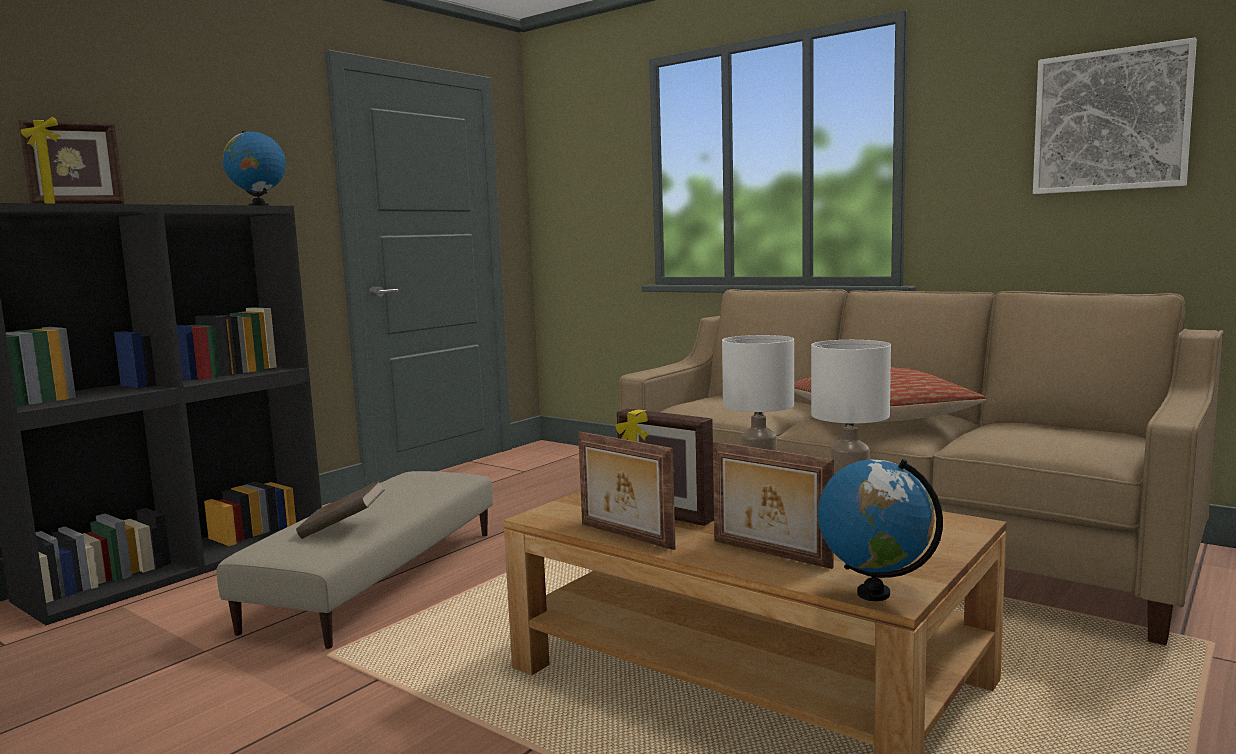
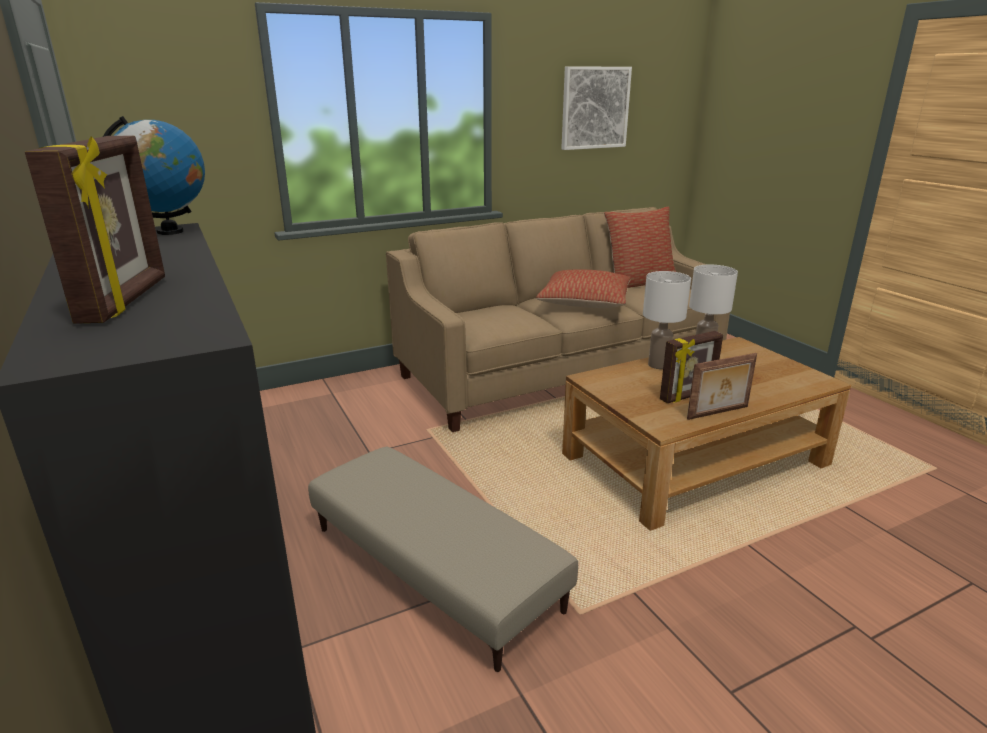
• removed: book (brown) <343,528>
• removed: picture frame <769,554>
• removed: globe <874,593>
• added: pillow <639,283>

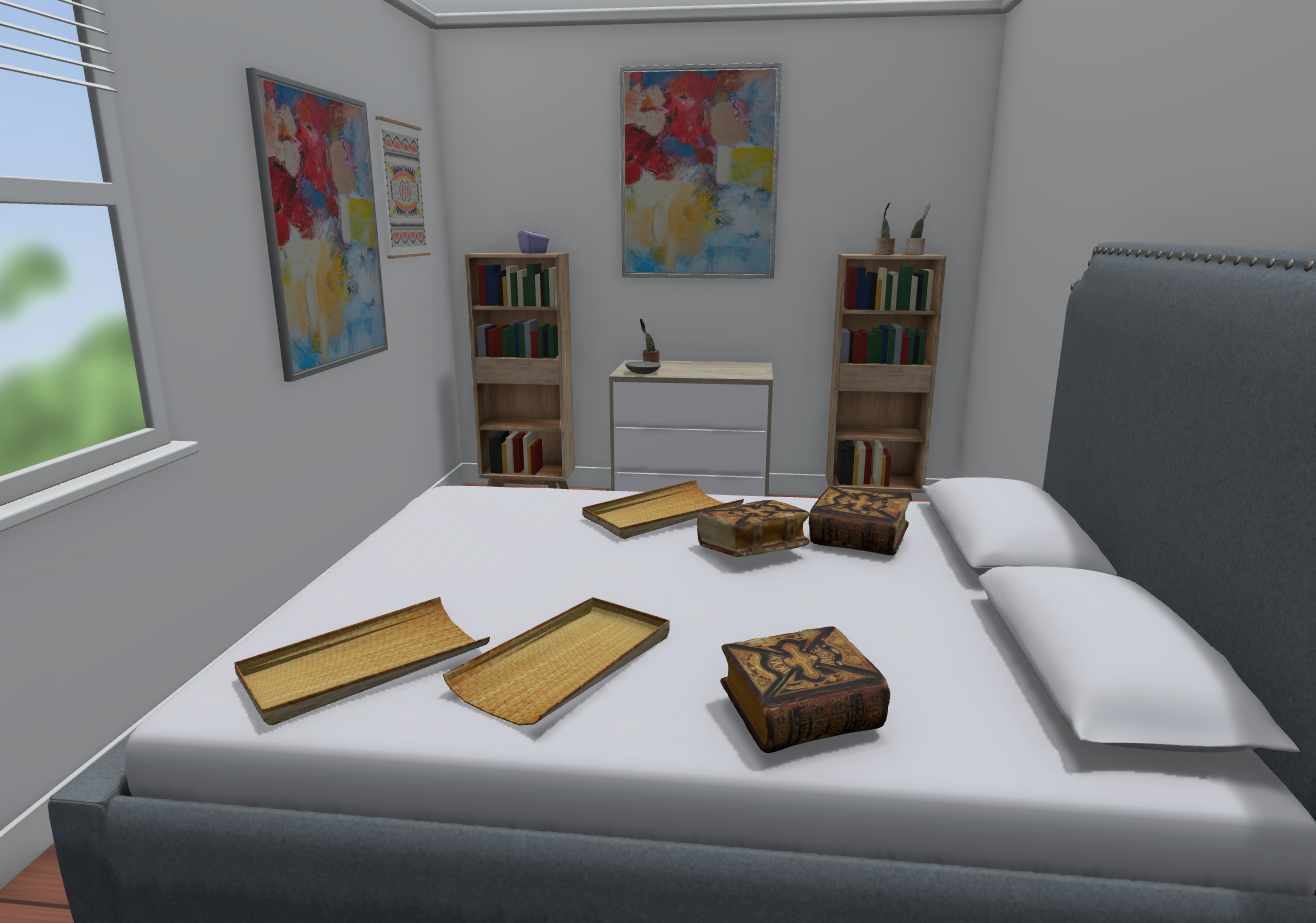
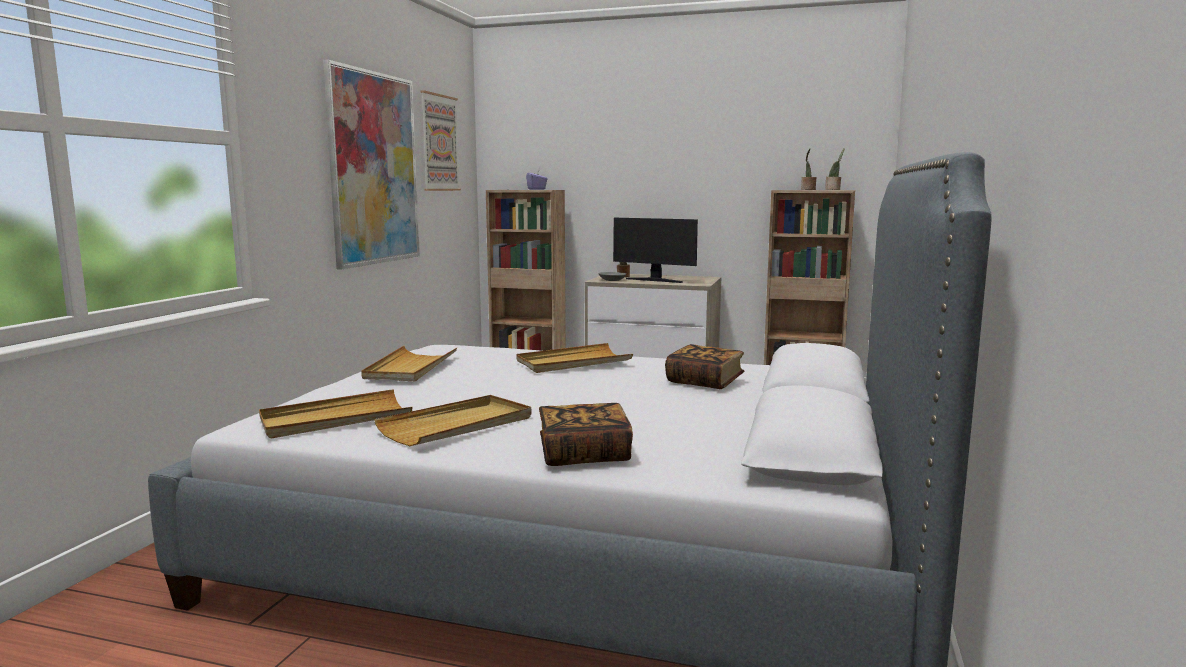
• removed: picture <698,175>
• removed: book <752,550>
• added: tray (beige) <410,368>
• added: monitor <654,280>

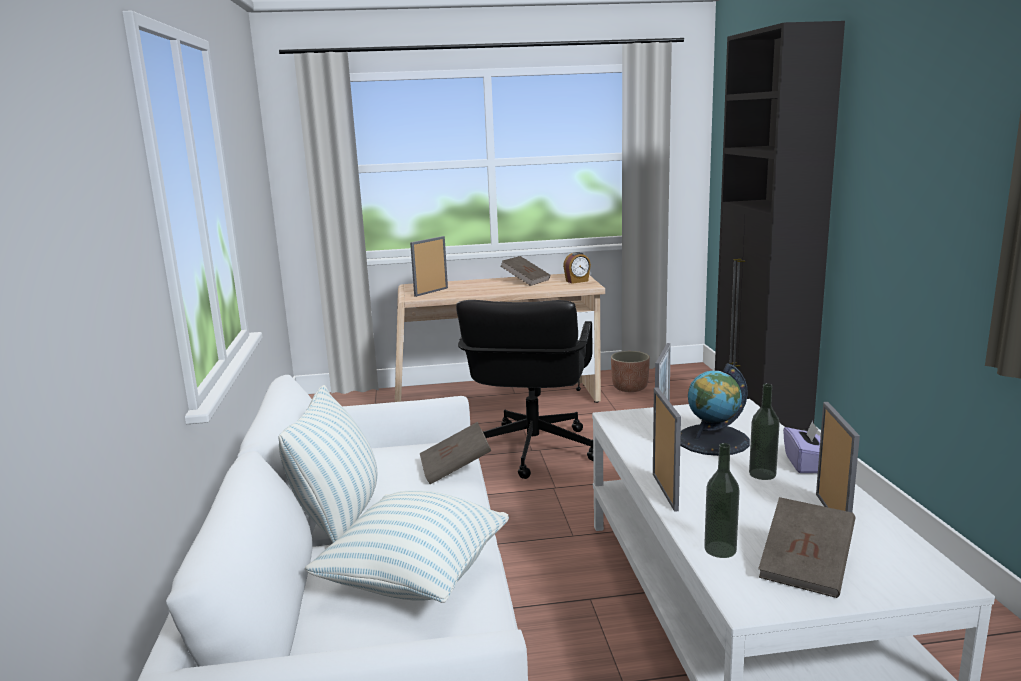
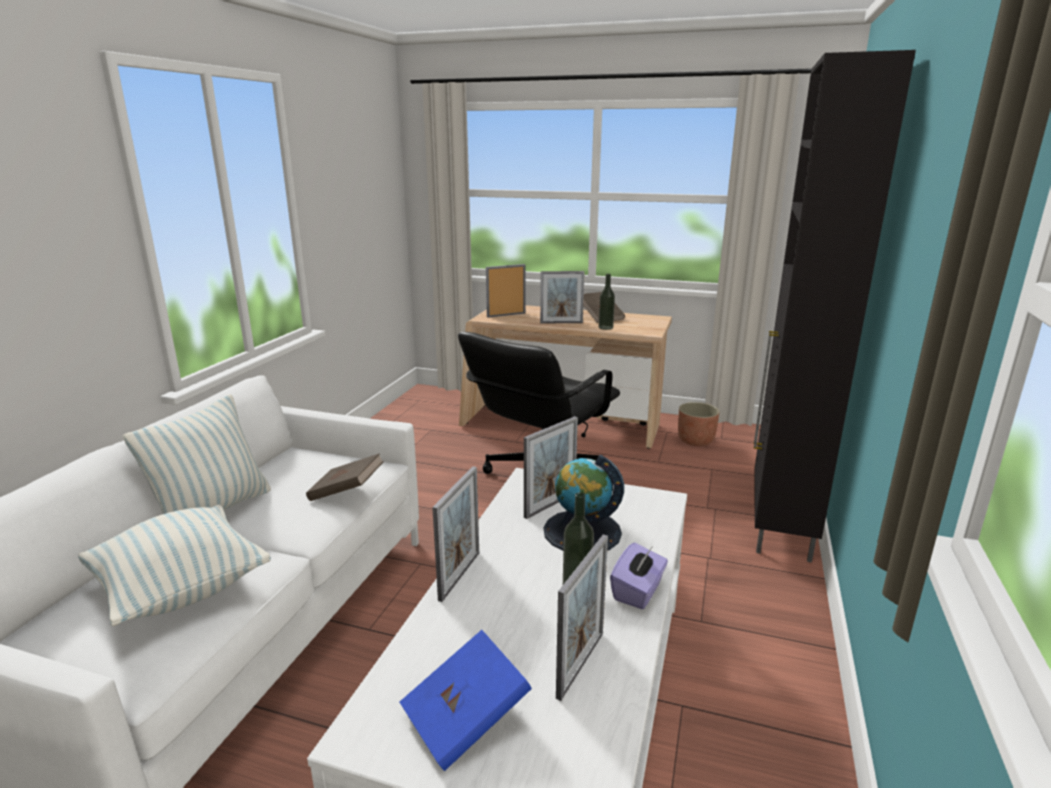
• removed: alarm clock <577,281>
• moved: bottle <720,549> to <605,327>
• recoloured: book (brown) <805,567> to book (blue) <466,719>
• added: picture frame <561,323>

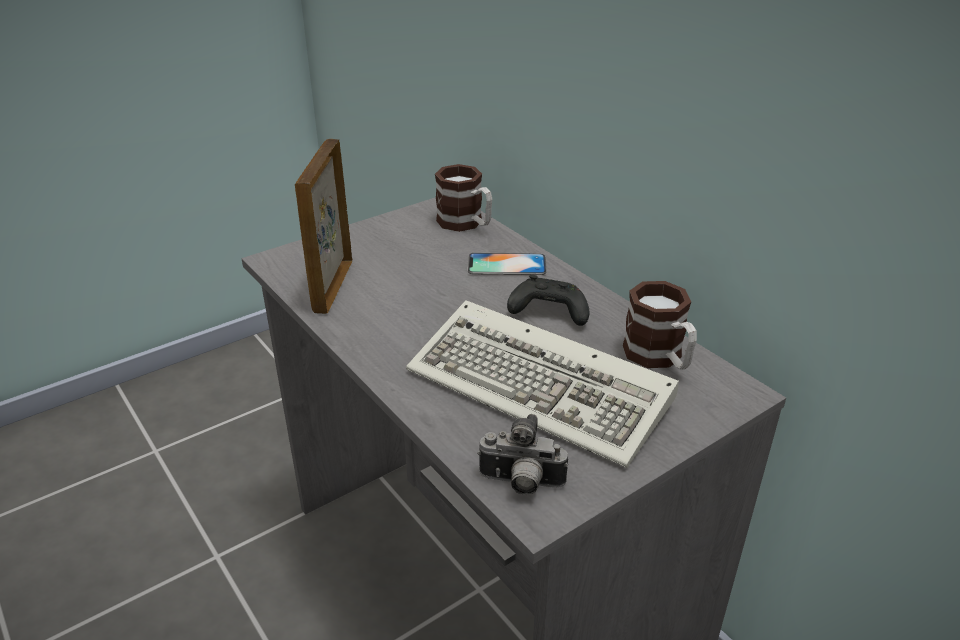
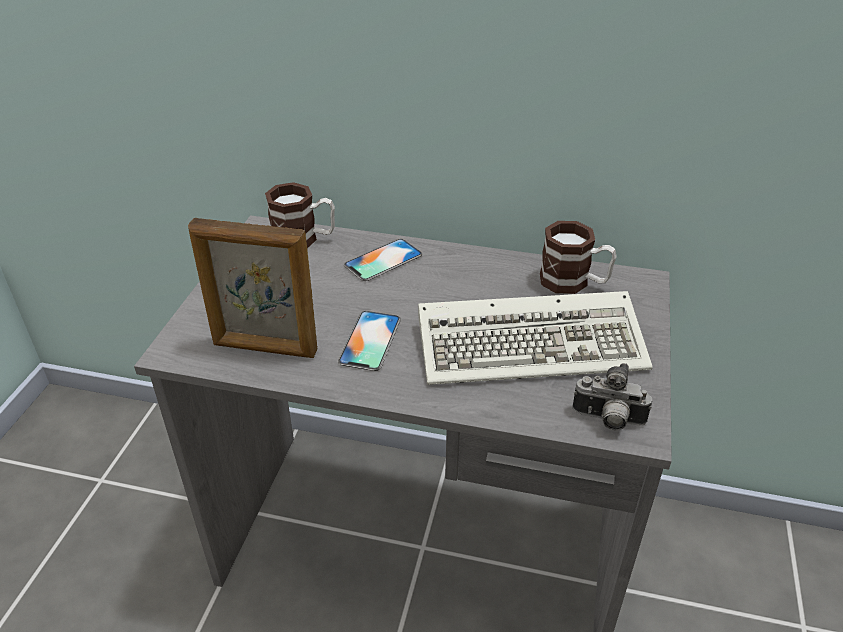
• turned: picture frame <332,286> = <265,348> 45 degrees counterclockwise
• turned: photo camera <520,484> = <608,421> 45 degrees clockwise
• removed: game controller (black) <547,312>
• added: phone <370,340>

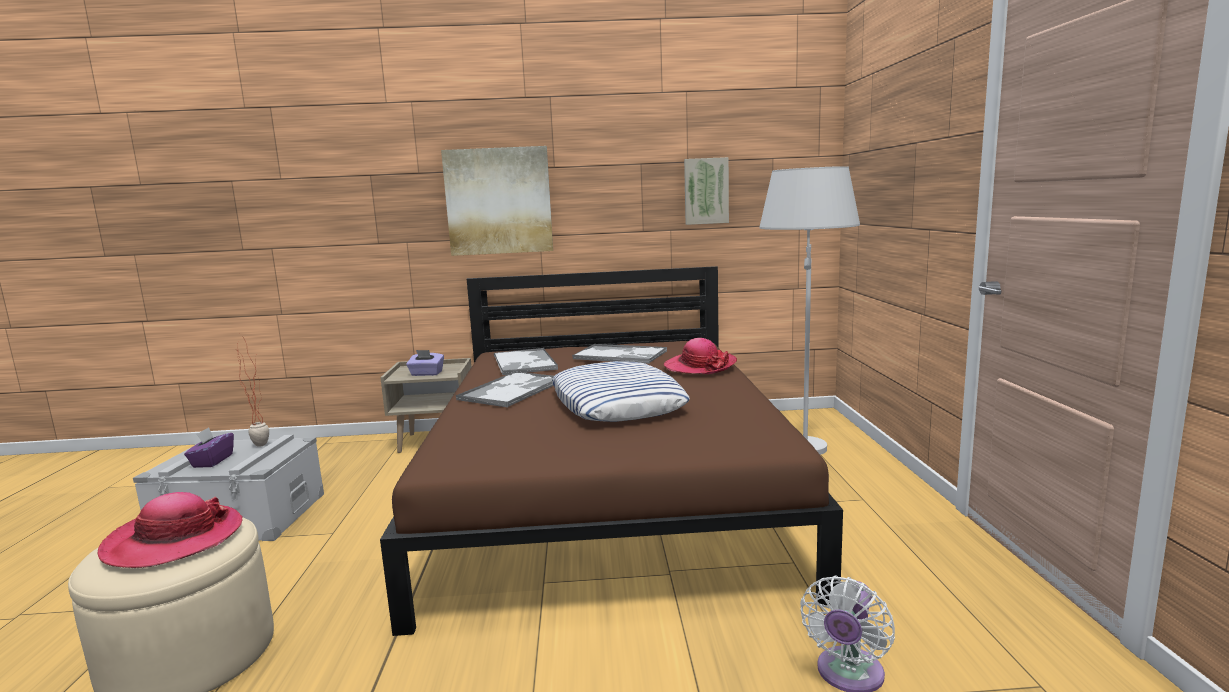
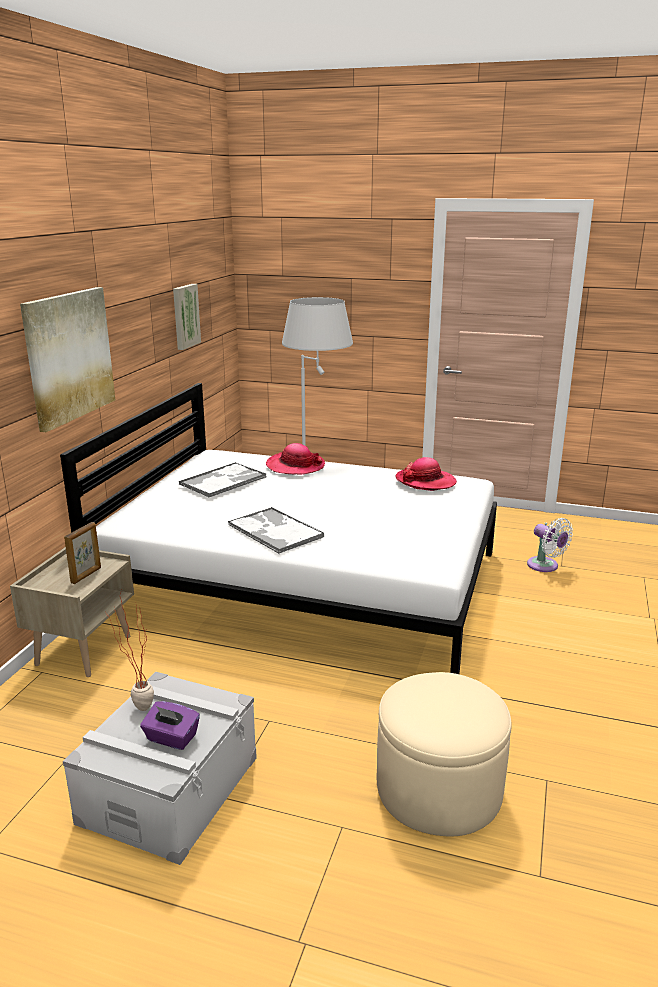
• moved: hat <174,540> to <425,481>
• recoloured: bed (brown) <608,490> to bed (white) <304,582>
• replaced: tissue box (purple) <426,374> to picture frame <86,575>
• removed: tray <524,363>
• removed: pillow <617,403>

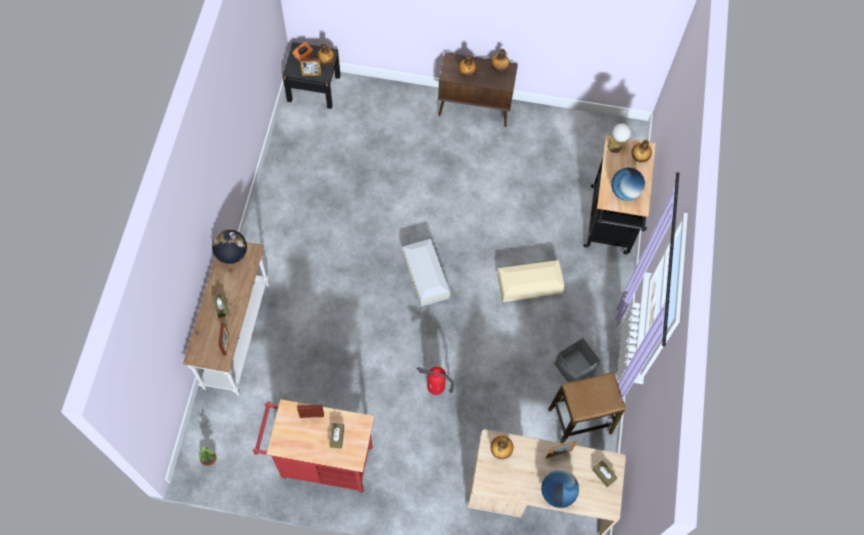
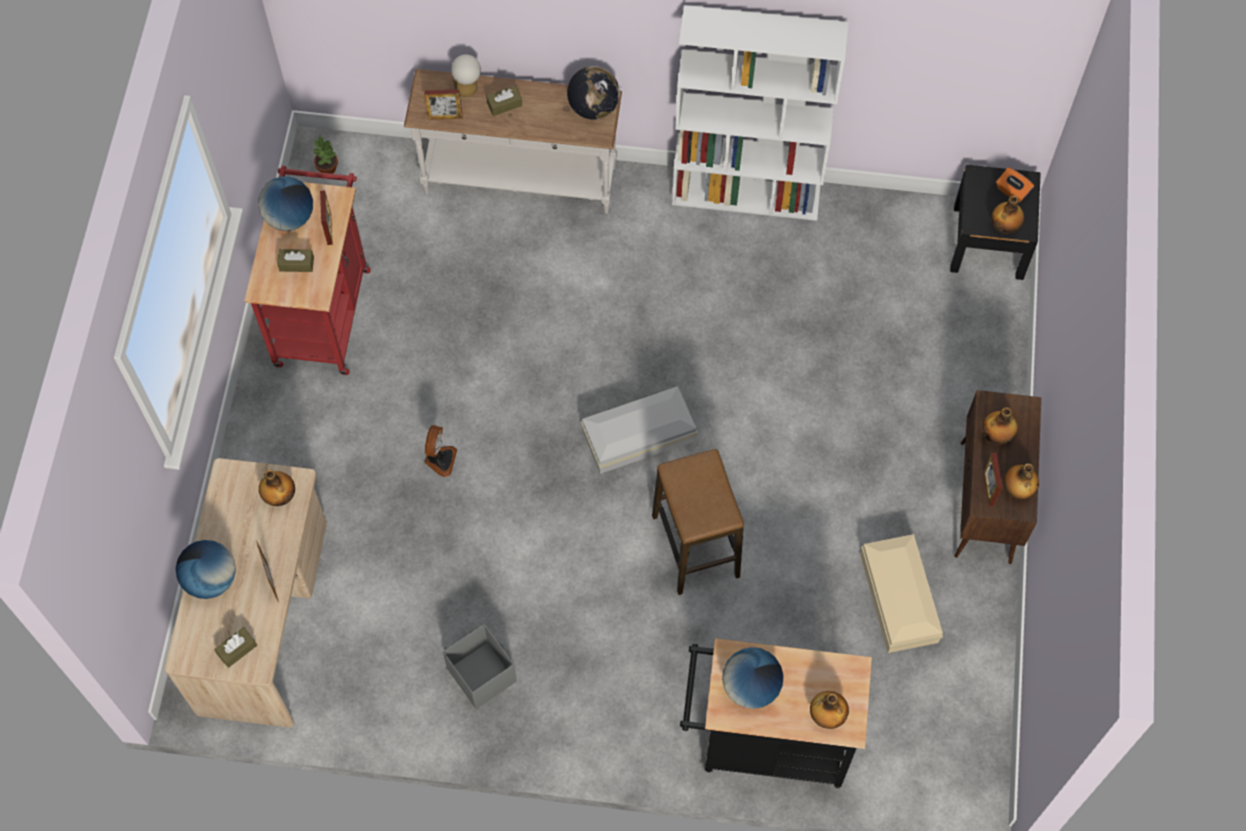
• moved: picture frame <312,74> to <988,488>
• replaced: fire extinguisher <435,389> to fan <439,459>
• moved: storage box (beige) <531,285> to <898,600>
• moved: stool <580,421> to <696,546>
• moved: table lamp <616,146> to <467,90>
• added: globe <290,217>
• added: bookcase (white) <747,195>

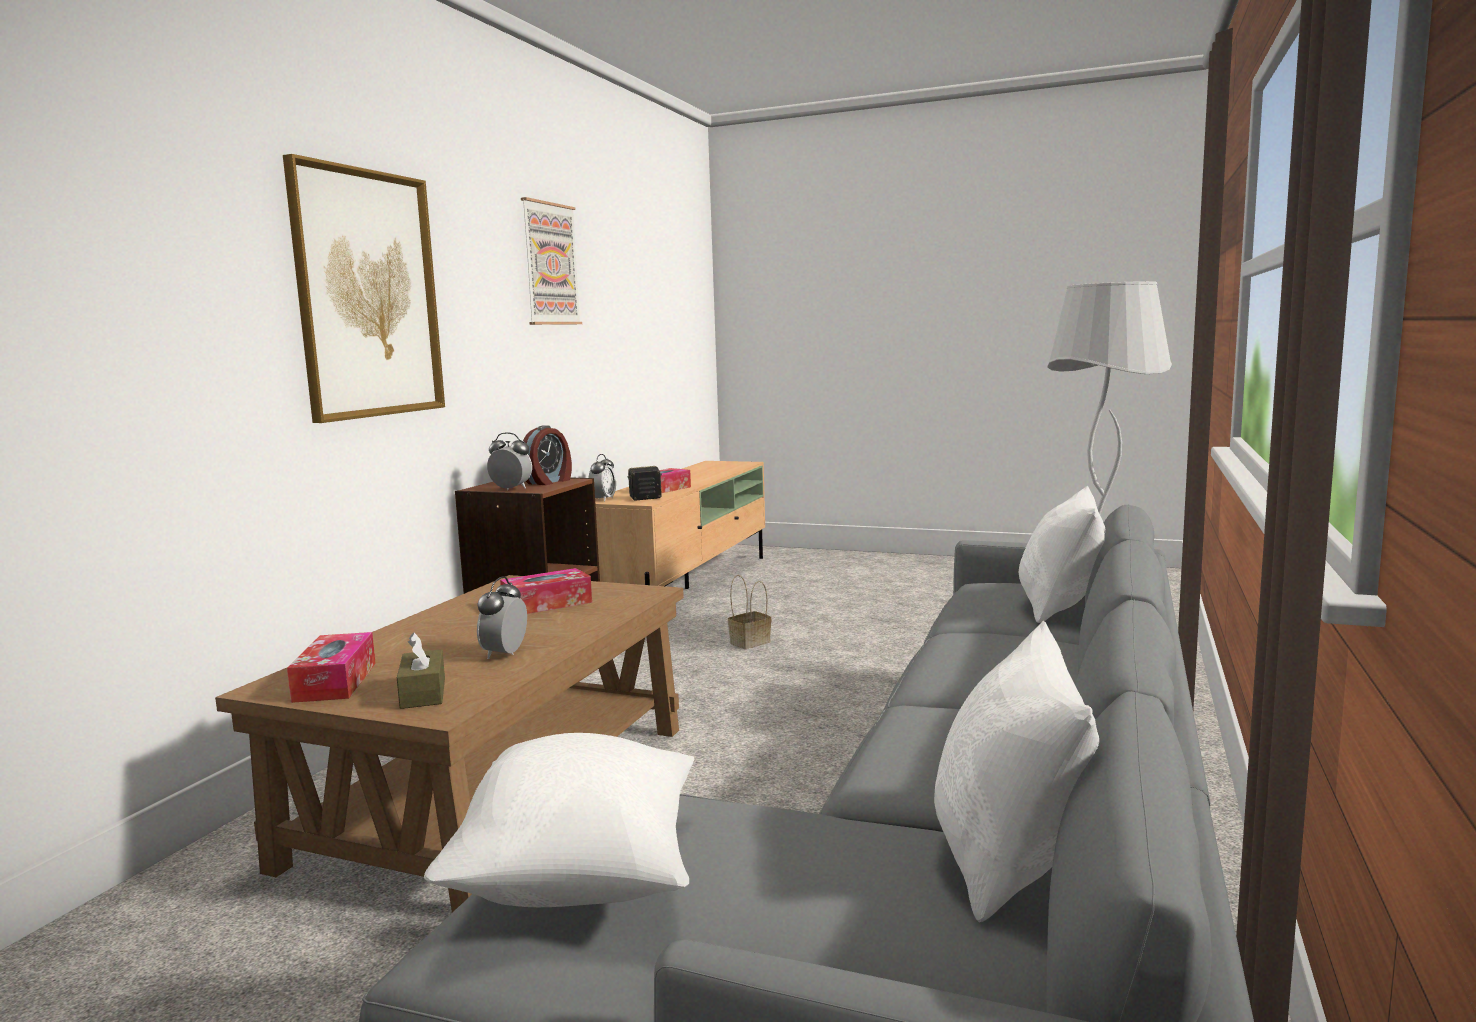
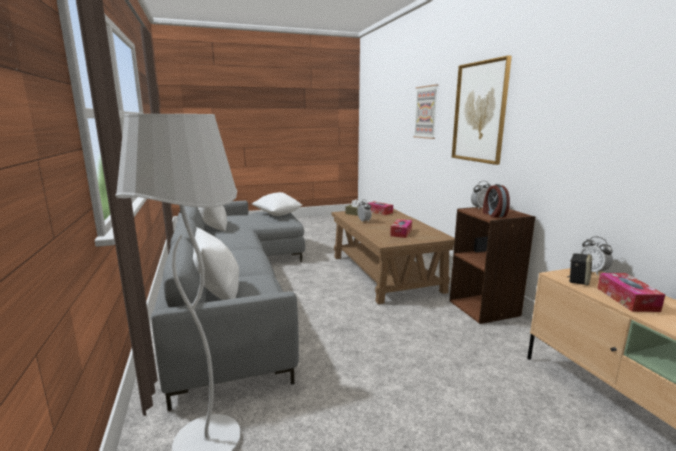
• moved: picture <550,264> to <426,112>
• removed: basket <750,642>

